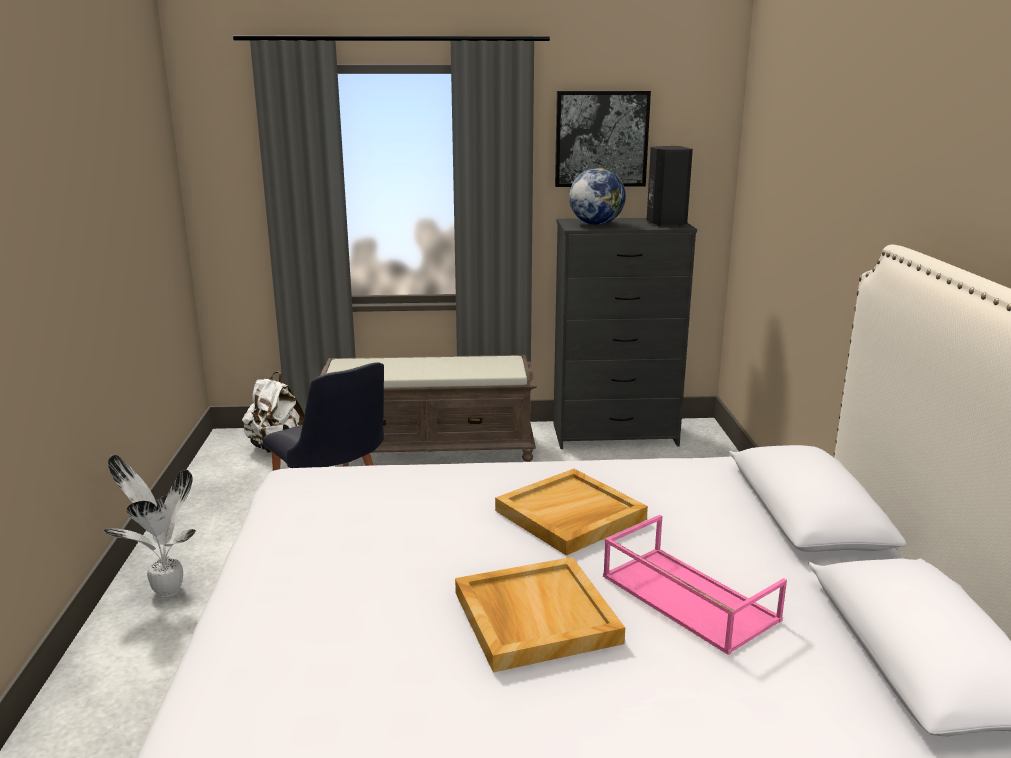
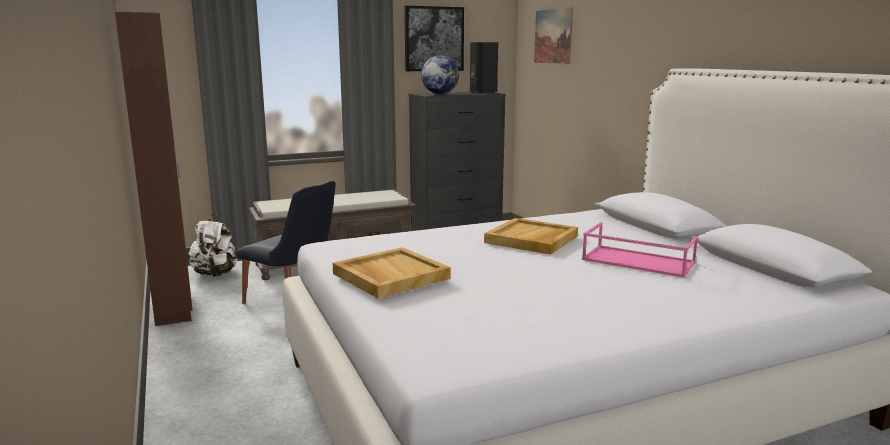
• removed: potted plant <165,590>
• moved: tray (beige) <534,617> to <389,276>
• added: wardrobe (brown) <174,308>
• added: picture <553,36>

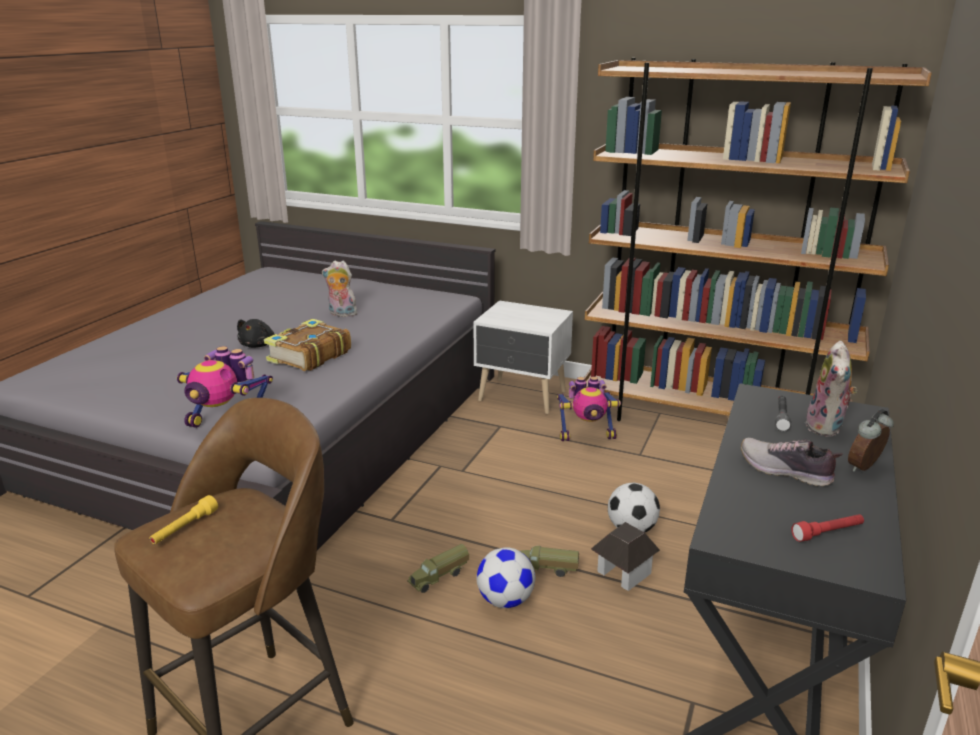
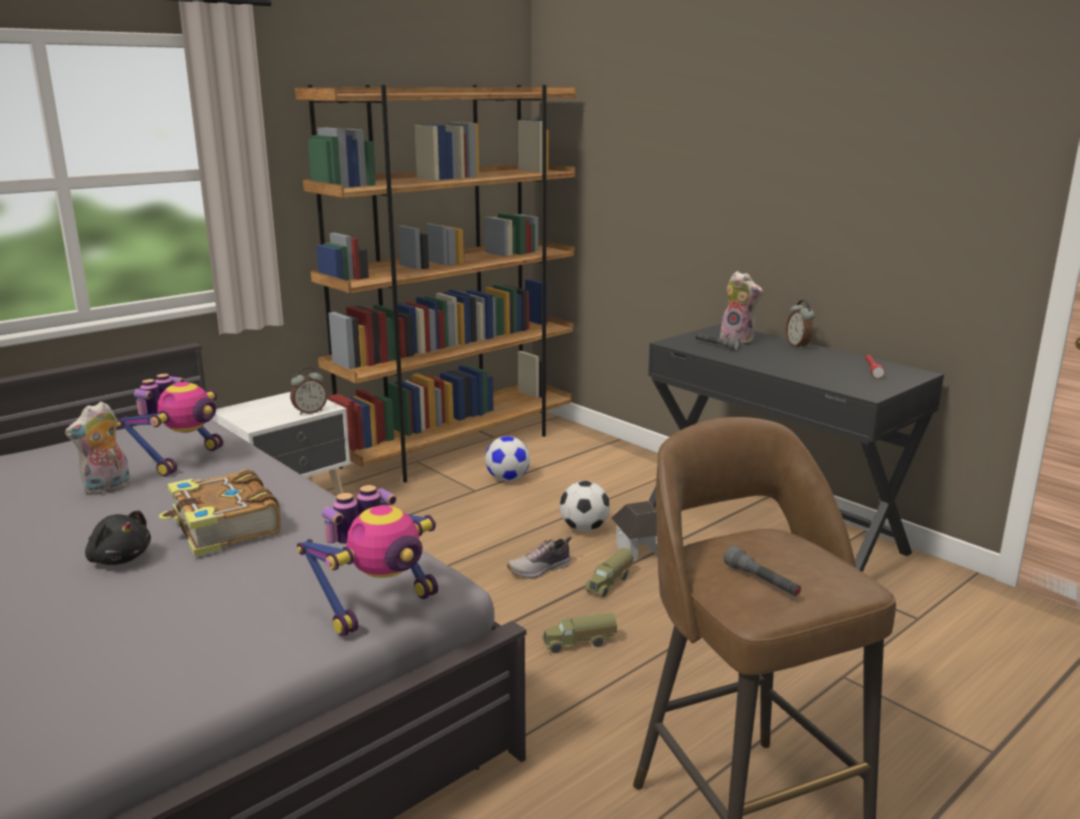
• recoloured: flashlight (yellow) <184,528> to flashlight (grey) <761,582>
• turned: toy truck <439,578> = <579,644> 90 degrees clockwise
• moved: football <505,600> to <508,479>
• moved: toy robot <586,435> to <183,459>
• moved: shoe <785,471> to <540,569>
• added: alarm clock <310,412>

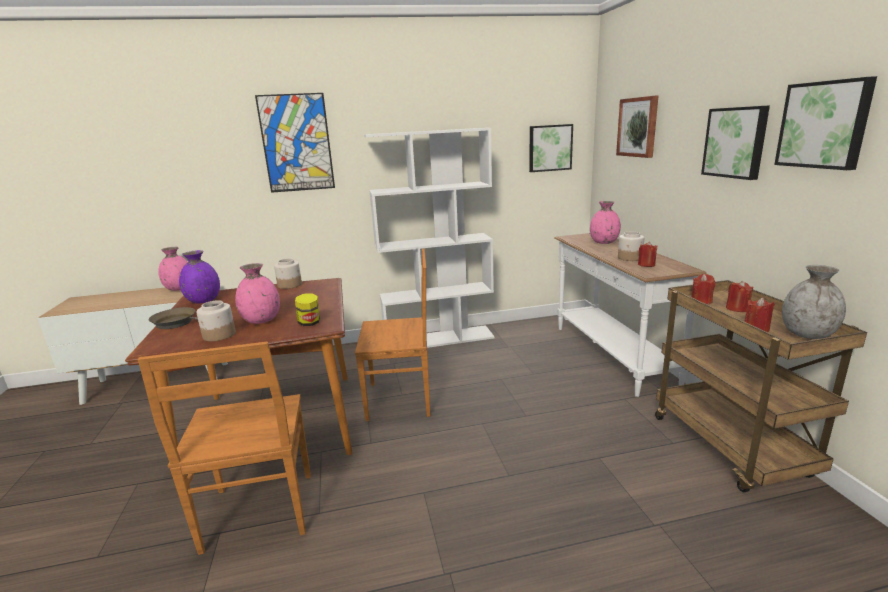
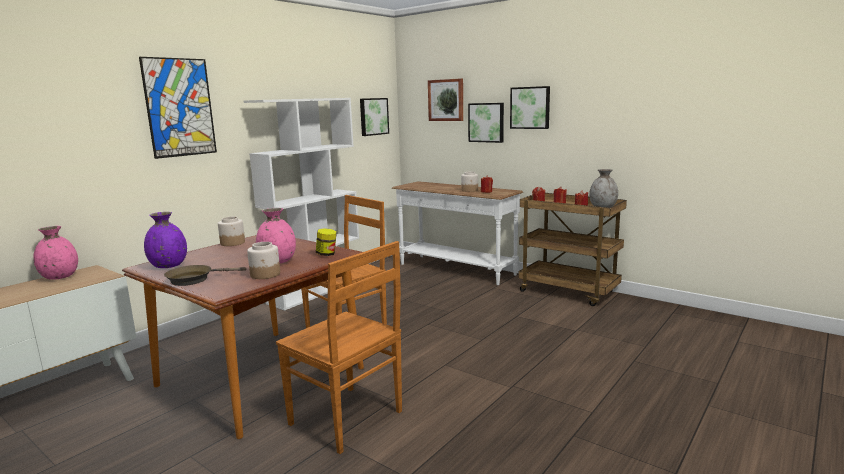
• removed: vase (pink) <603,242>
• moved: picture <824,125> to <486,122>

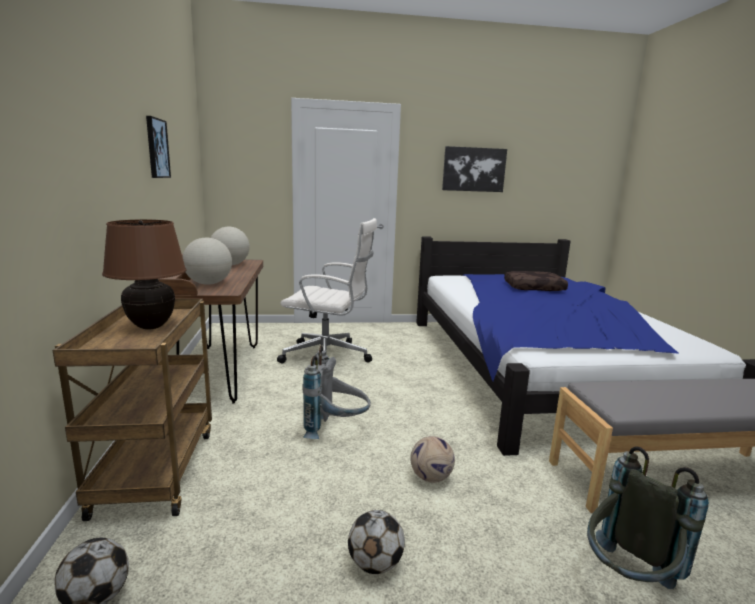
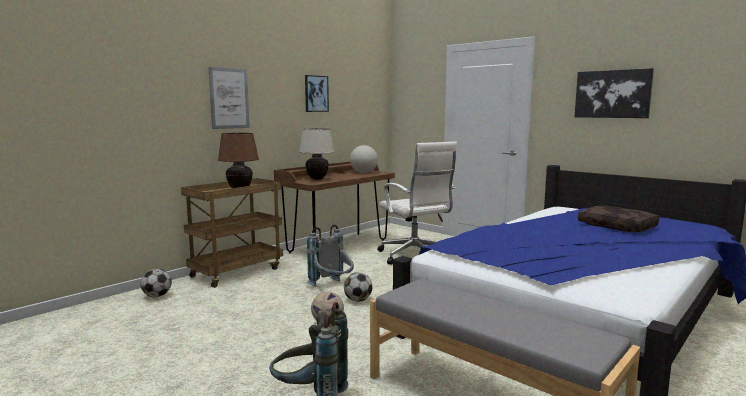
• replaced: globe <208,284> to table lamp (beige) <317,179>
• moved: football <375,564> to <358,300>
• added: picture <229,98>

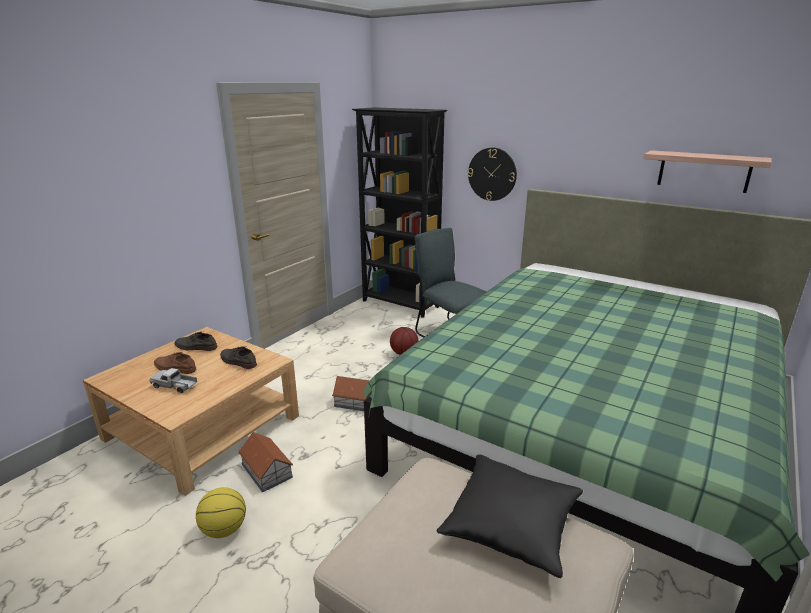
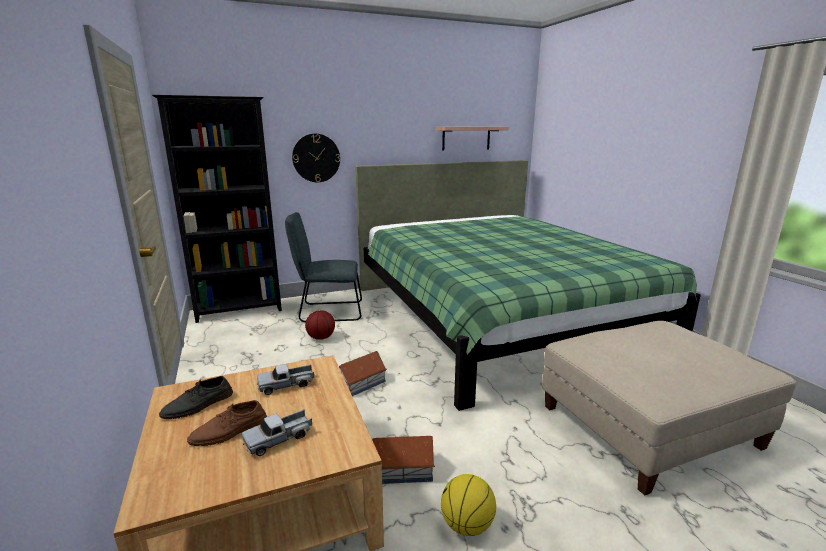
• replaced: shoe (grey) <237,361> to toy truck <286,384>
• removed: pillow (black) <511,524>

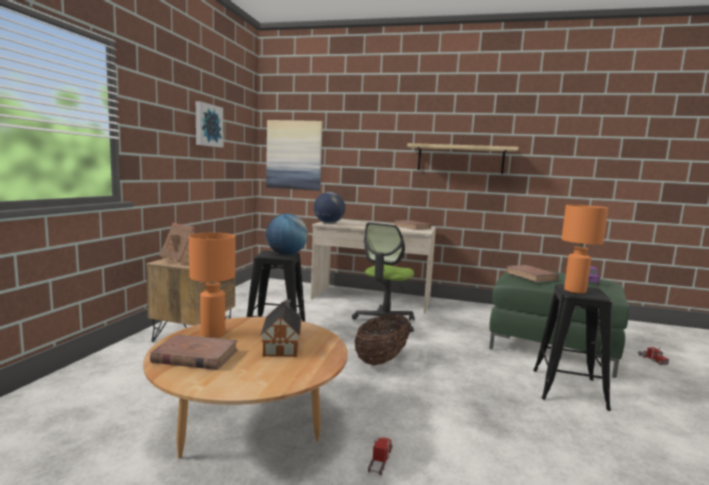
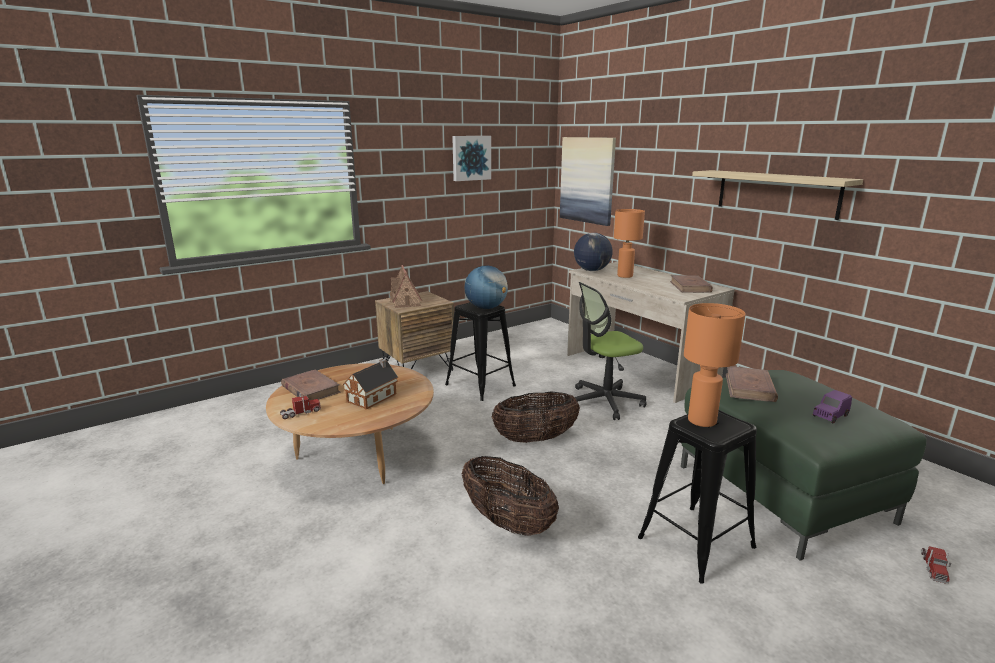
• moved: table lamp (orange) <213,333> to <625,276>
• moved: toy truck <380,461> to <301,413>
• added: basket <507,522>

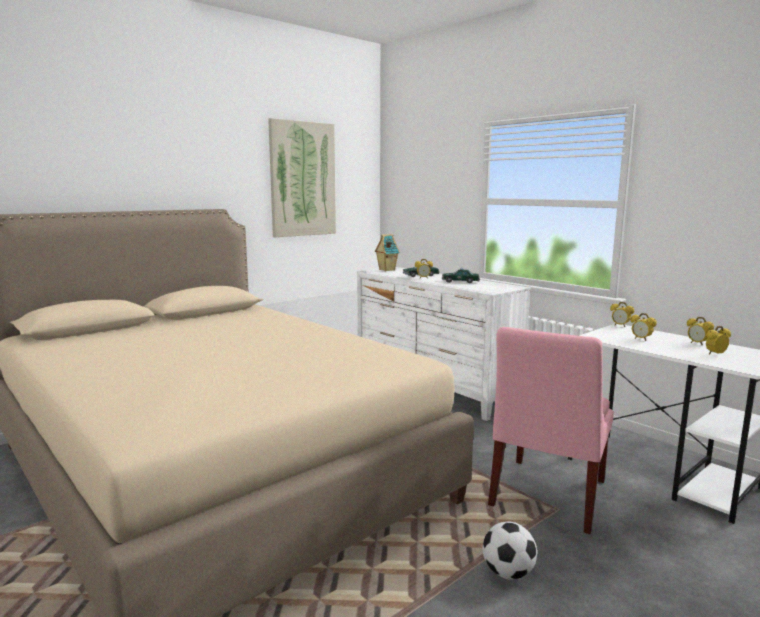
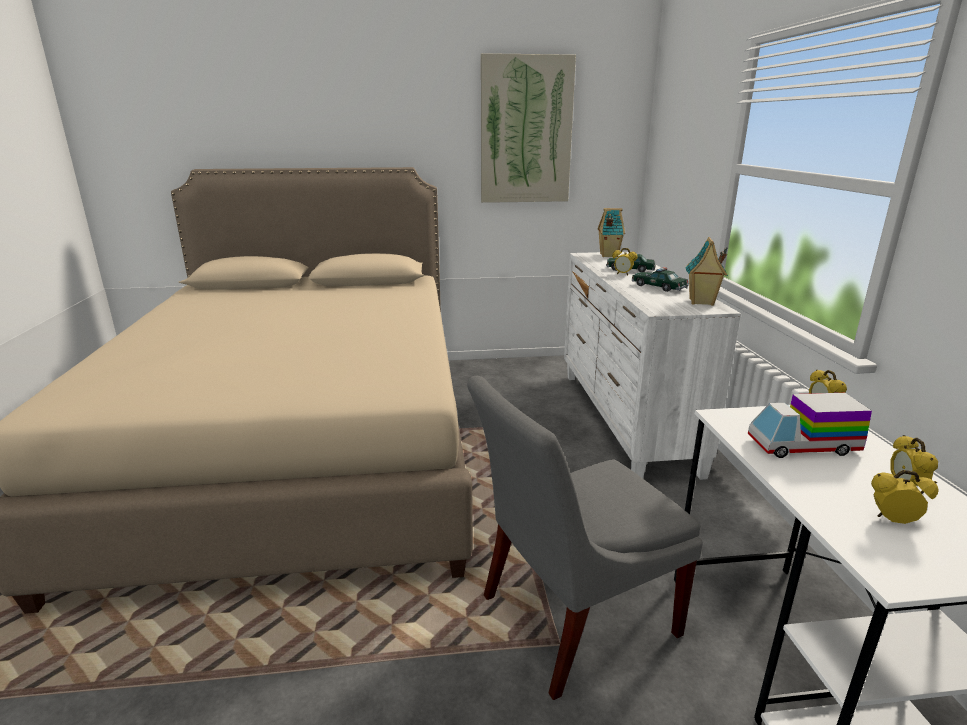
• removed: football <508,573>
• recoloured: chair (pink) <546,496> to chair (grey) <570,617>
• replaced: alarm clock <641,339> to toy truck <802,445>
• added: toy house <701,302>

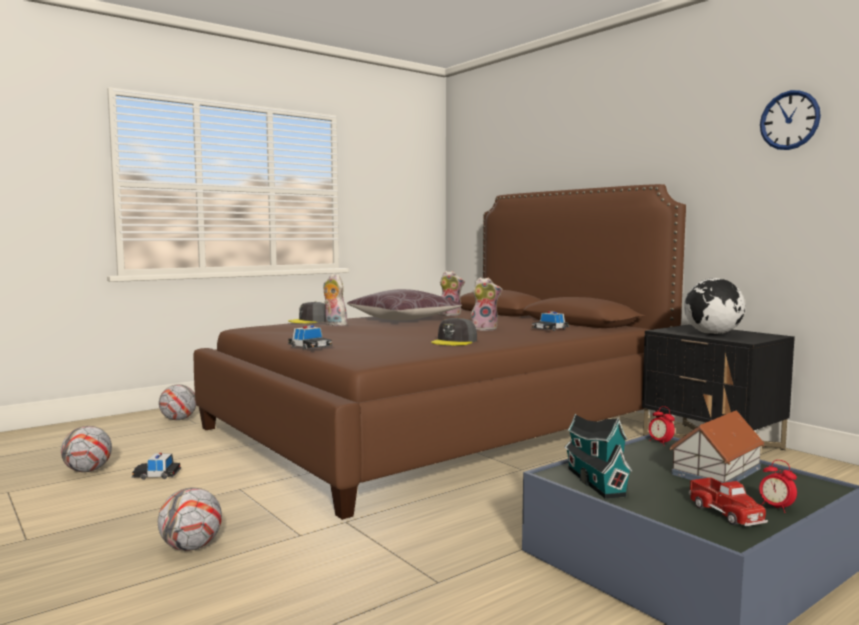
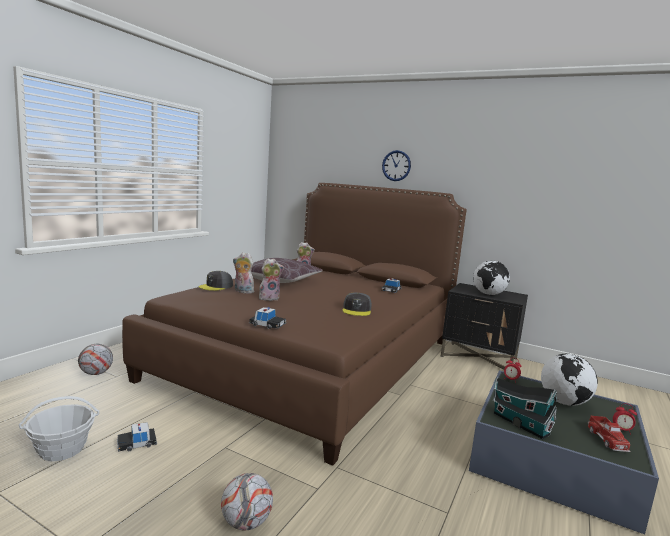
• replaced: football <87,470> to basket <62,449>
• moved: plush toy <484,329> to <269,298>
• replaced: toy house <717,471> to globe <564,402>
• turned: toy truck <726,512> = <607,439> 45 degrees clockwise
• moved: wall clock <789,120> to <396,165>

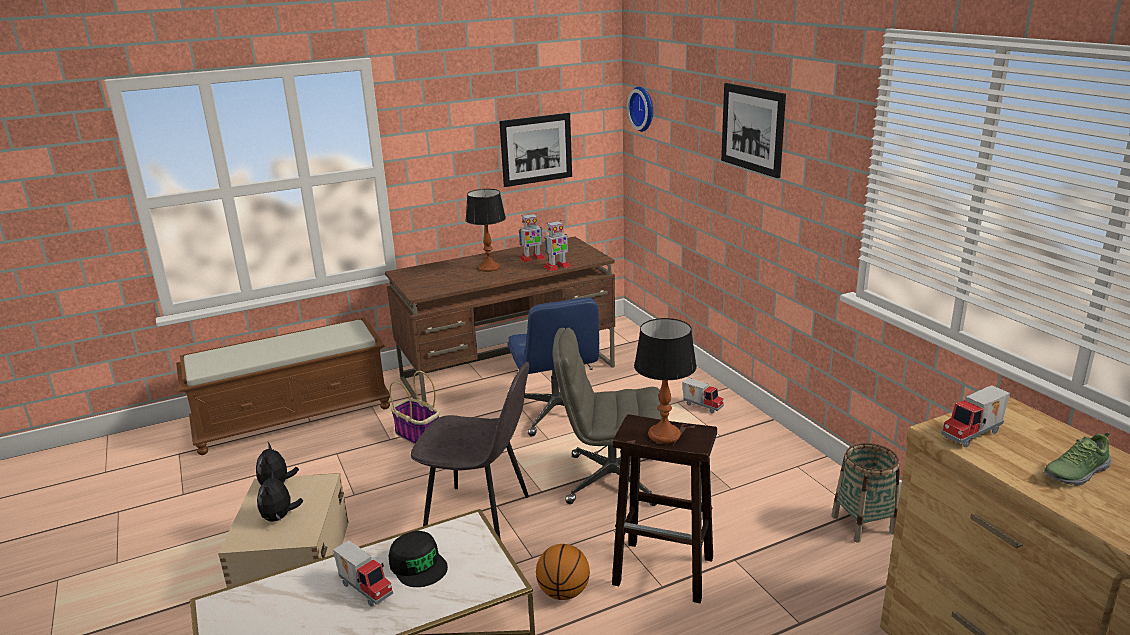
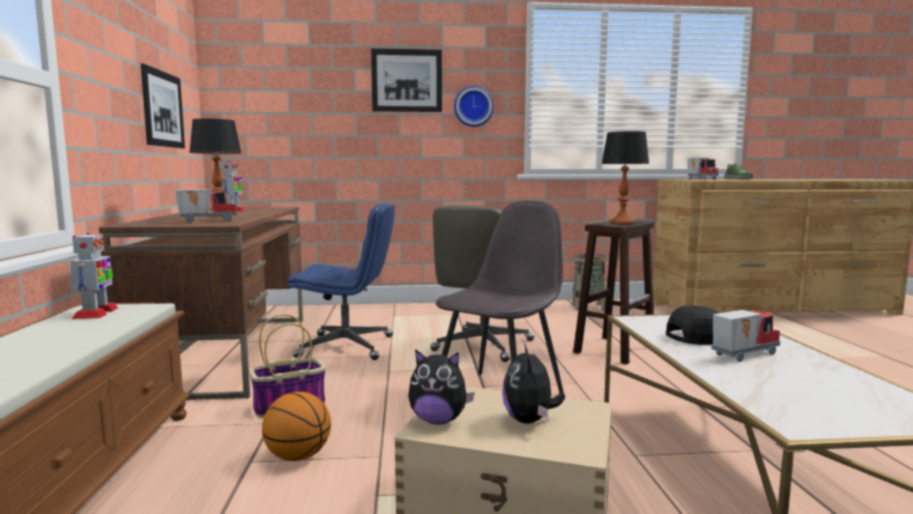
• turned: plush toy <280,517> = <530,421> 75 degrees clockwise
• moved: basketball <563,592> to <298,457>
• moved: toy robot <557,266> to <96,313>
• moved: wall clock <643,108> to <473,106>
• moved: toy truck <702,405> to <207,221>

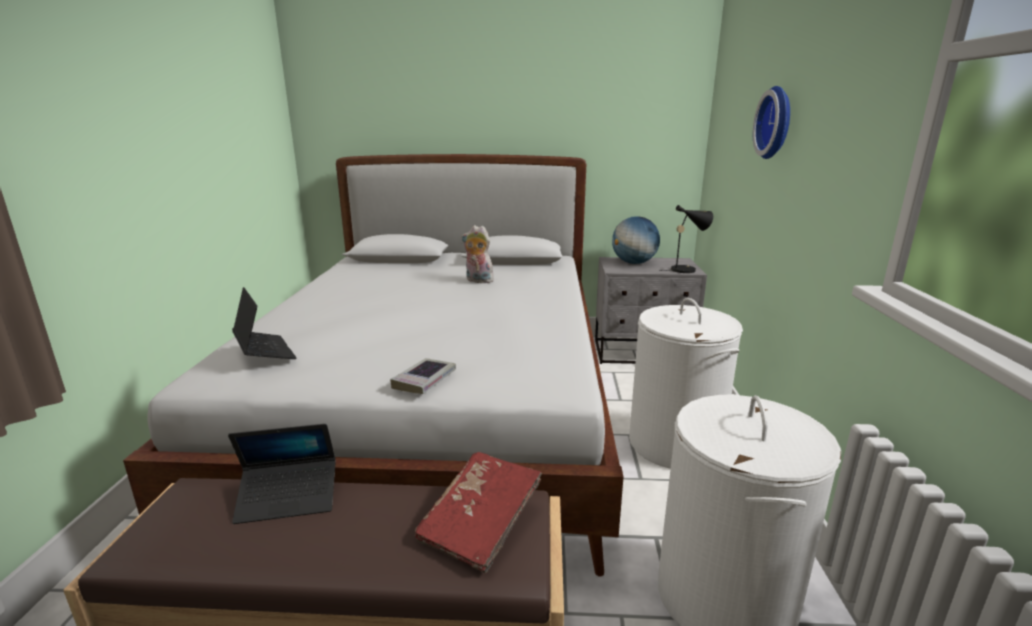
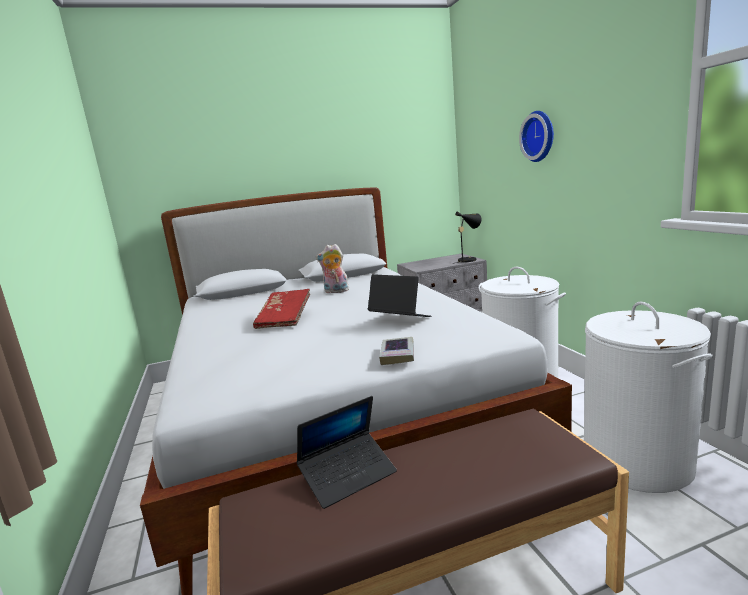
• moved: laptop <264,352> to <399,319>
• moved: book (red) <481,523> to <285,319>
• removed: globe <634,263>

